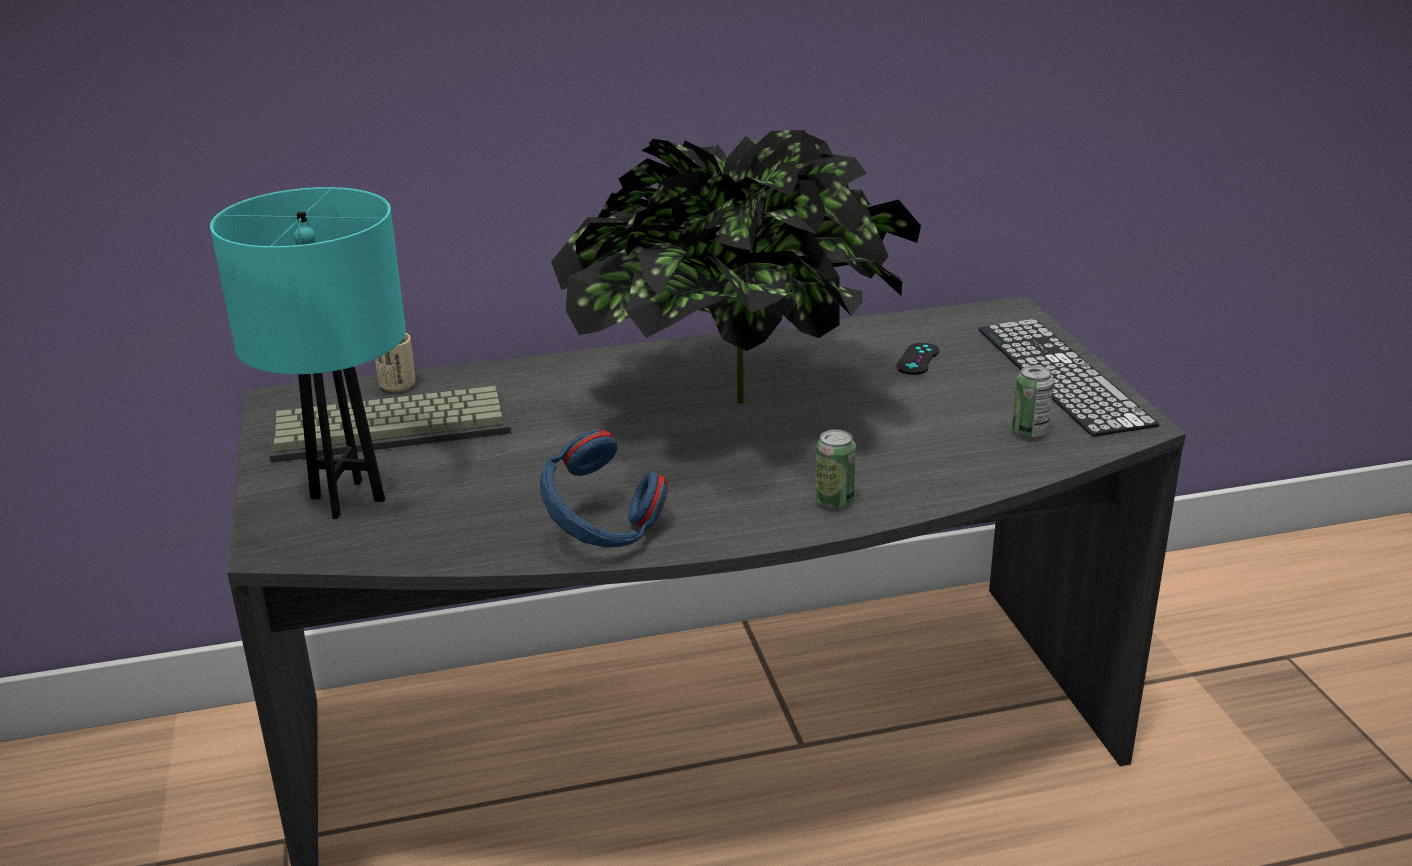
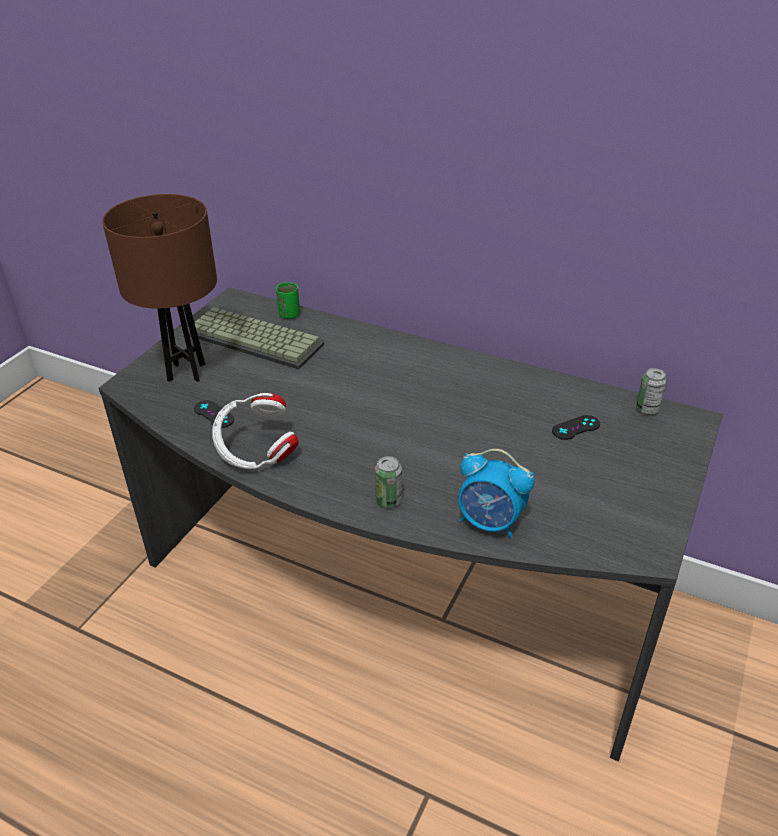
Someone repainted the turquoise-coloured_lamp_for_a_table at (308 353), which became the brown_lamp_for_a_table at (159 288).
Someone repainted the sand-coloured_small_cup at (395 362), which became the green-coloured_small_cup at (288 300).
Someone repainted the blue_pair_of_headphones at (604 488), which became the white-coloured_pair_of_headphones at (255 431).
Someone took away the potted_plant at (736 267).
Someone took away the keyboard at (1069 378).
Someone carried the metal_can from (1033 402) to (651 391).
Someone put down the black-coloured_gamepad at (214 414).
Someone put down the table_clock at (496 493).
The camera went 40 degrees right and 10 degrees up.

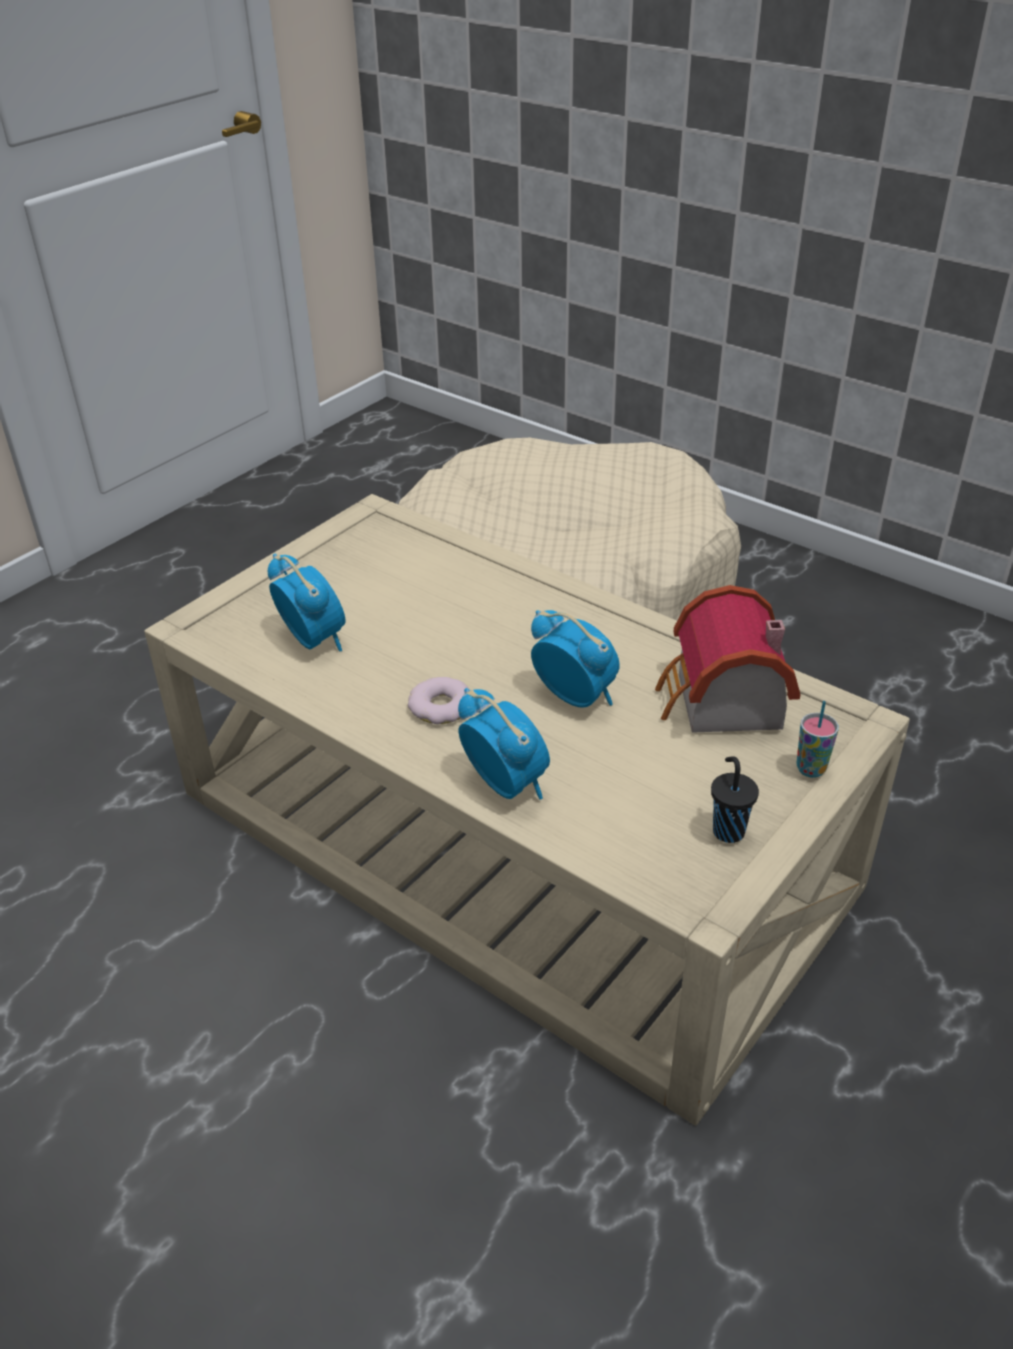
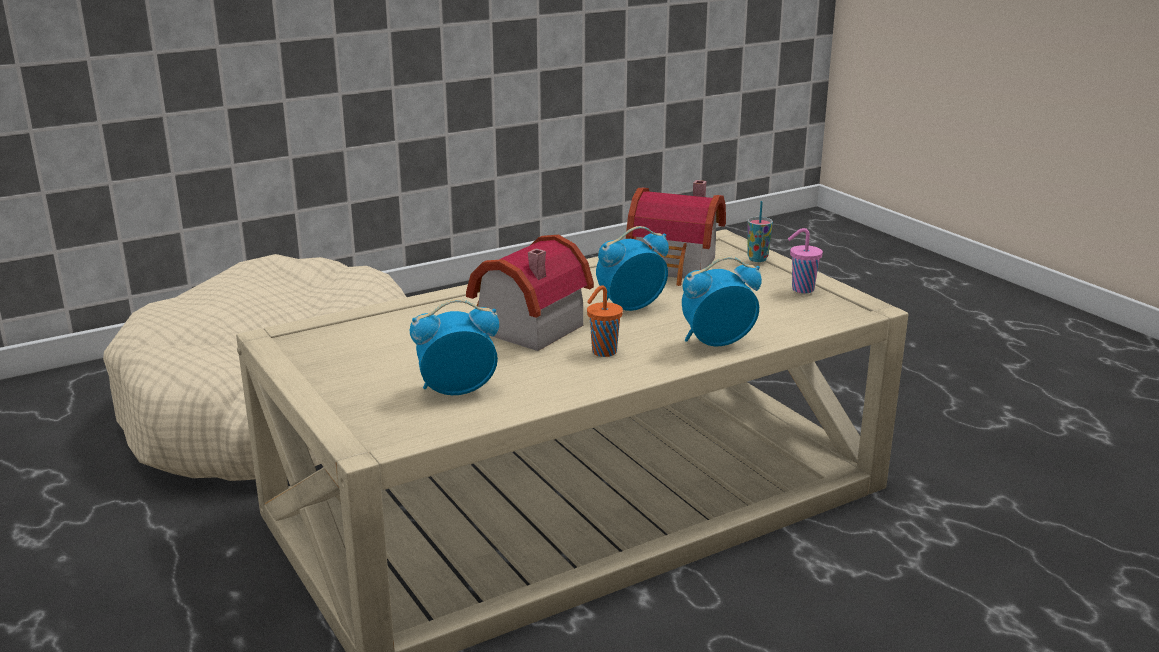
Someone swapped the donut at (438 700) for the orange-coloured_small_cup at (605 321).
Someone repainted the black-coloured_small_cup at (735 799), which became the pink-coloured_small_cup at (805 260).
Someone put down the miniature_house at (530 293).
The camera went 70 degrees left and 15 degrees down.

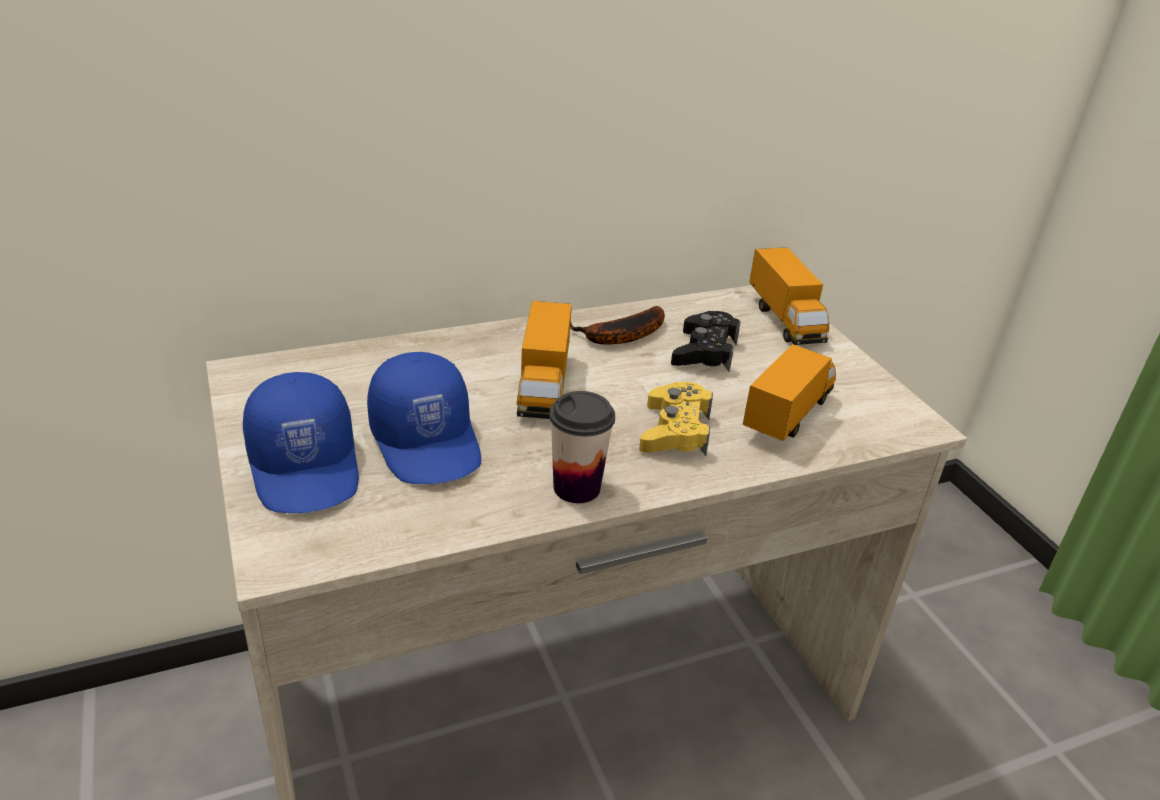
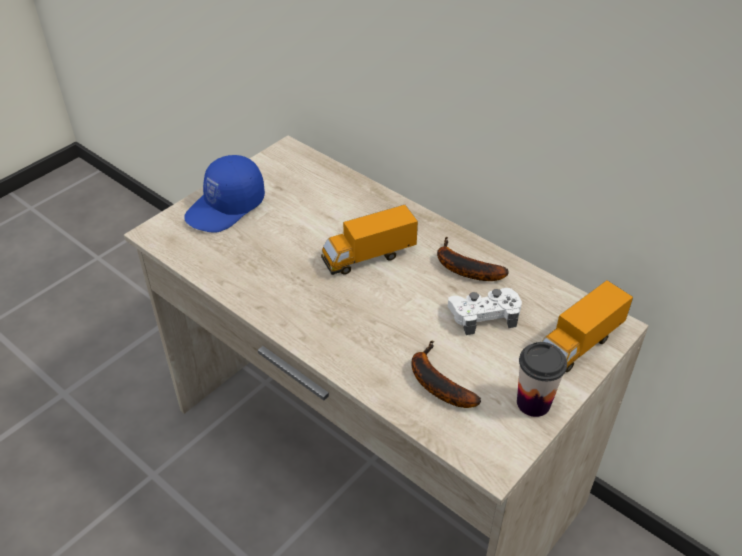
Someone took away the blue_peaked_cap at (424 418).
Someone carried the small_cup from (582 447) to (542 379).
Someone took away the yellow_gamepad at (676 419).
Someone repainted the black-coloured_gamepad at (706 341), which became the white-coloured_gamepad at (485 311).
Someone swapped the model_truck at (789 392) for the banana_fruit at (446 374).
The camera went 65 degrees right and 10 degrees up.

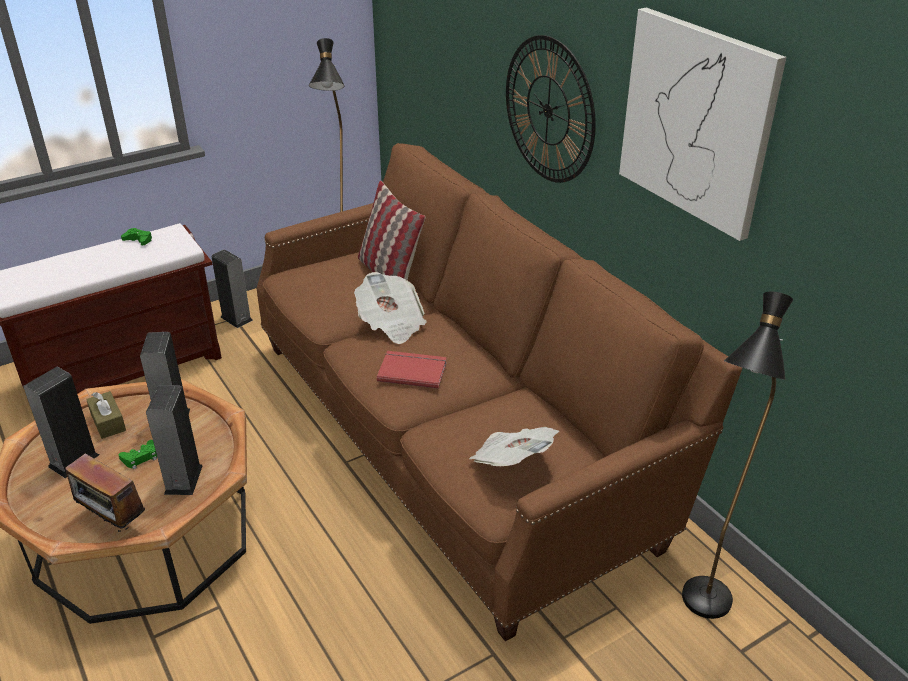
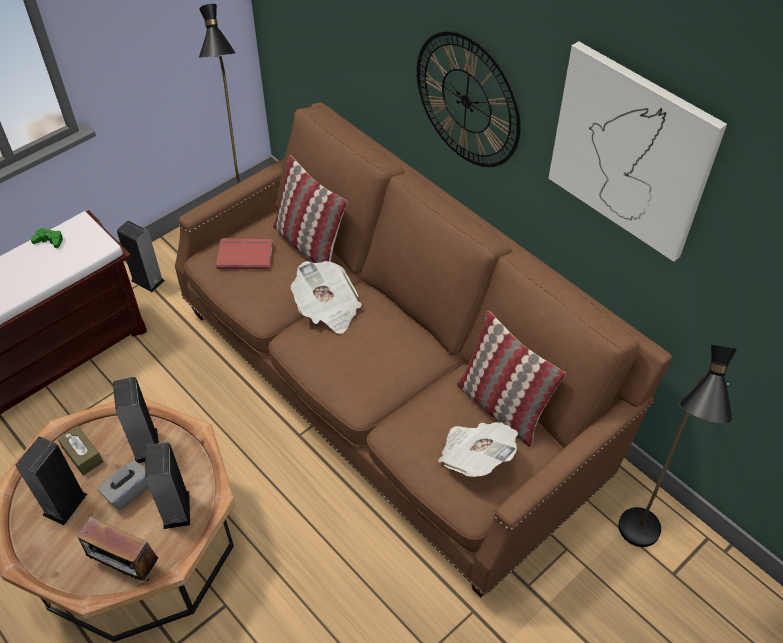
Someone swapped the green-coloured_gamepad at (137 454) for the greyish_tissue_holder at (123 485).
Someone carried the red_bound_book from (412 370) to (244 254).
Someone put down the throw_pillow at (511 379).
The camera went 10 degrees left and 15 degrees up.

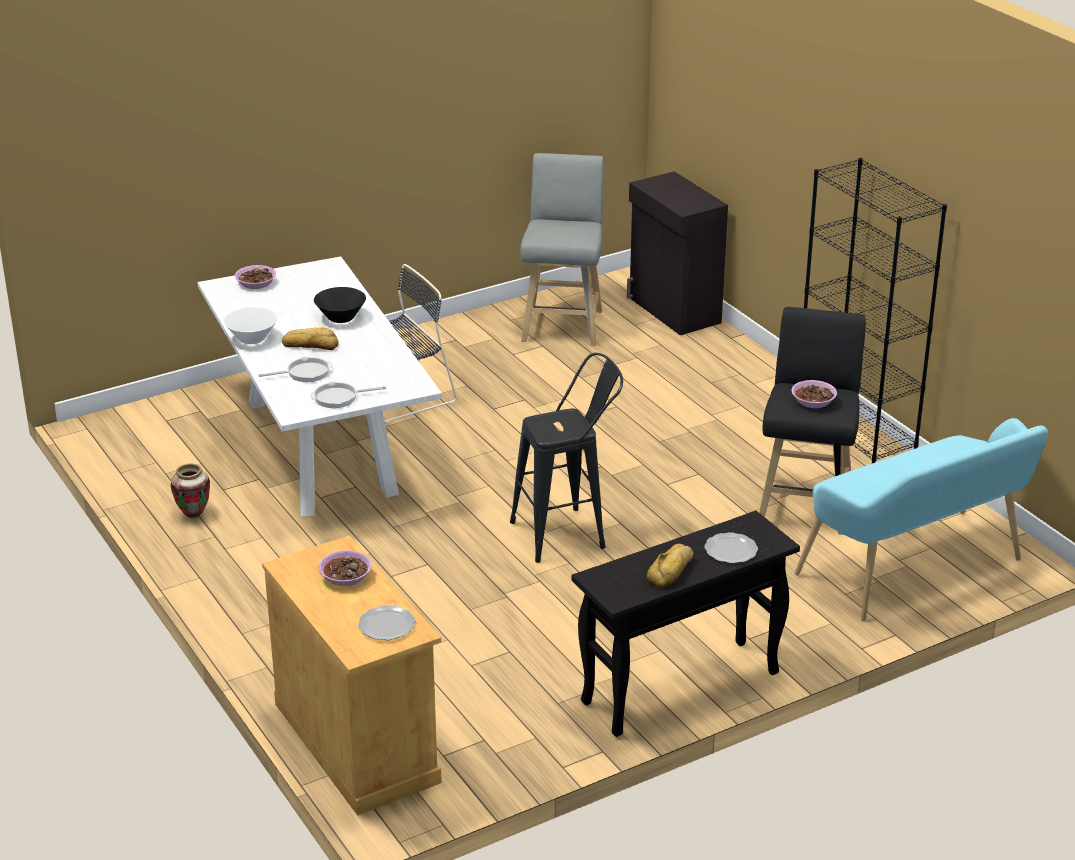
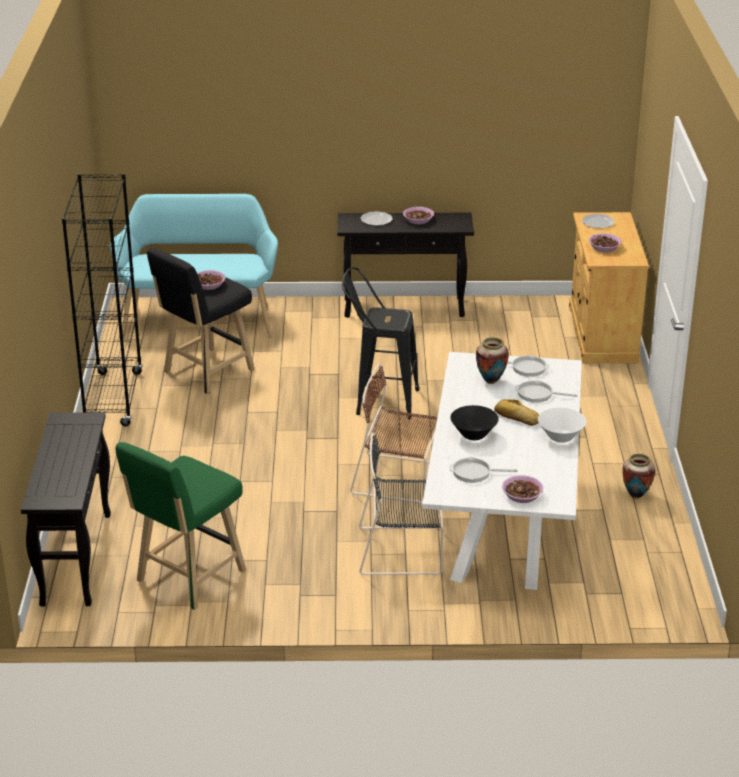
Someone repainted the greyish_stool_seat at (562 249), which became the green-coloured_stool_seat at (181 526).
Someone swapped the black-coloured_cabinet at (677 253) for the black-coloured_hall_table at (66 509).
Someone swapped the baked_bread at (670 566) for the deep_dish at (418 215).
Someone put down the brown_upright_chair at (393 434).
Someone put down the pan at (484 470).
Someone put down the flower_vase at (492 360).
The camera went 150 degrees left and 0 degrees up.

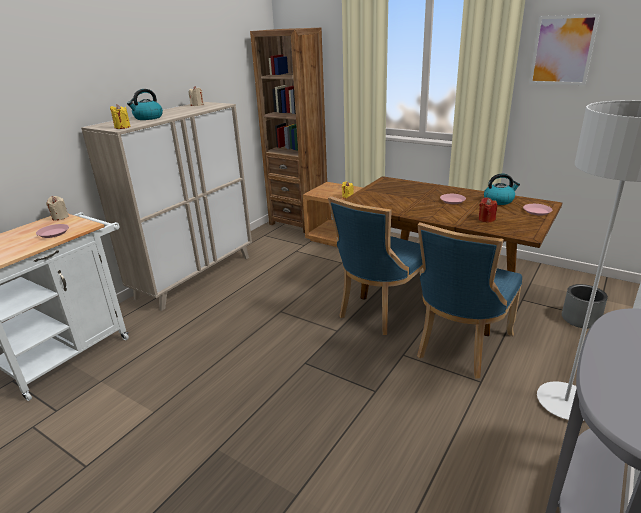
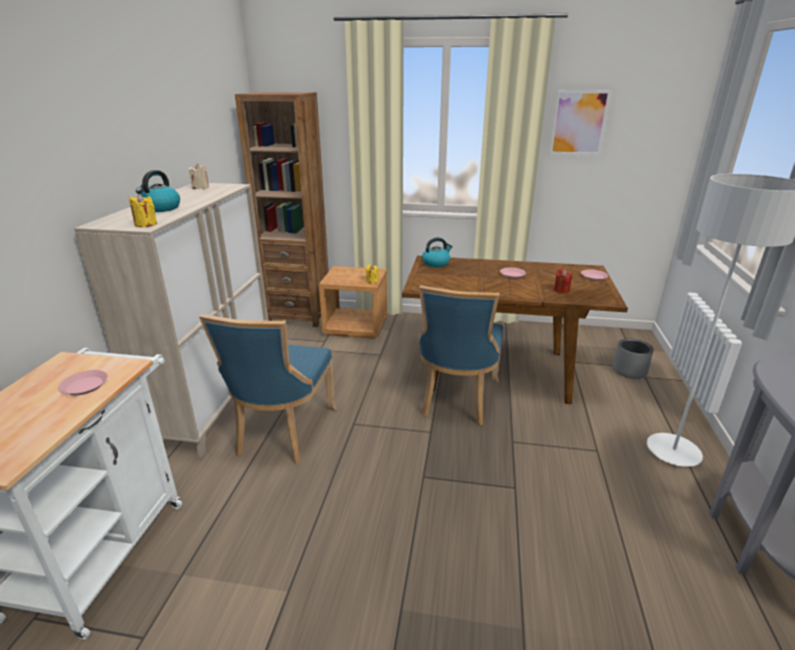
Someone took away the sand-coloured_candle at (57 208).
Someone carried the blue_upright_chair from (469 300) to (267 389).
Someone carried the kettle from (502 189) to (437 252).
The camera went 25 degrees left and 0 degrees up.

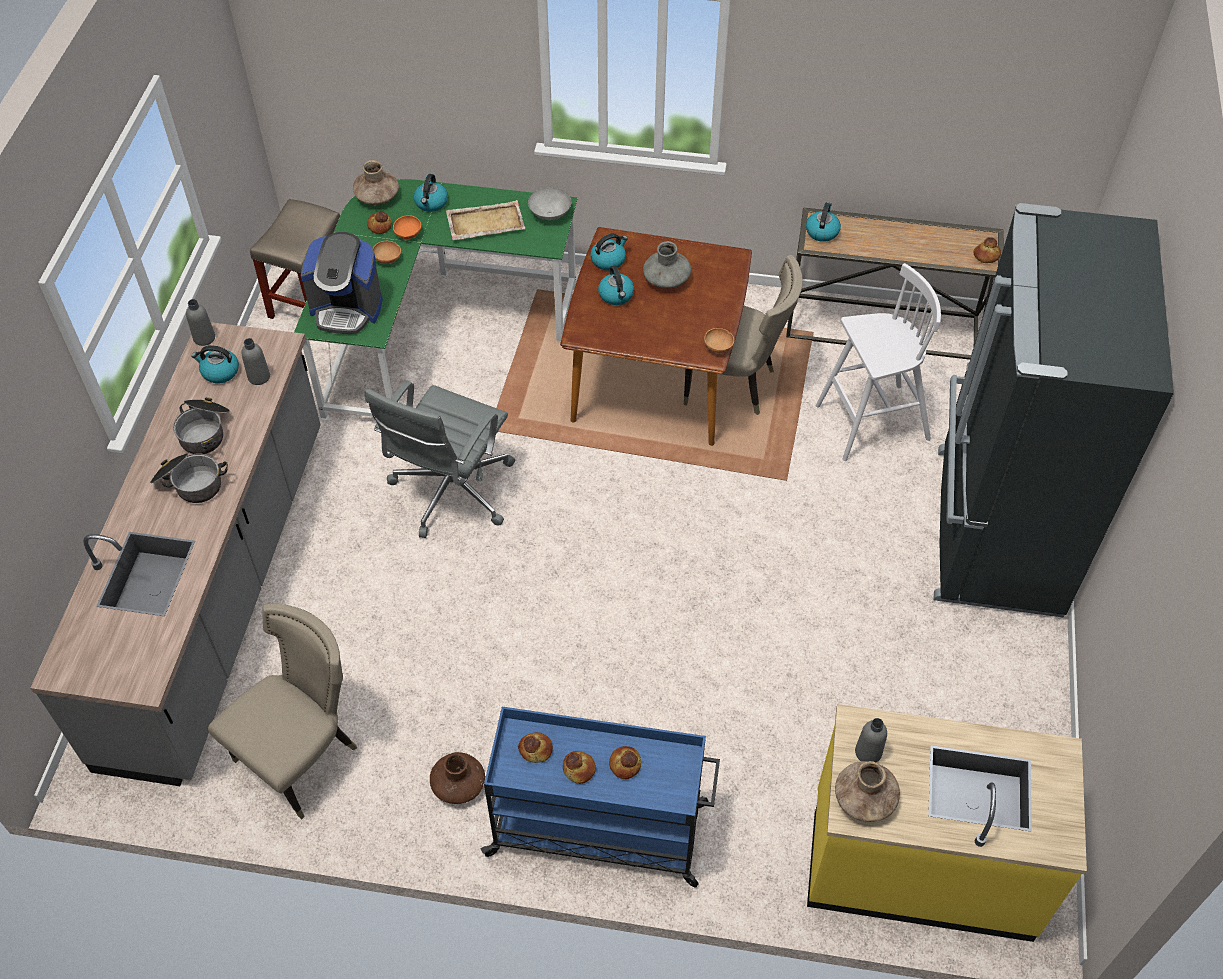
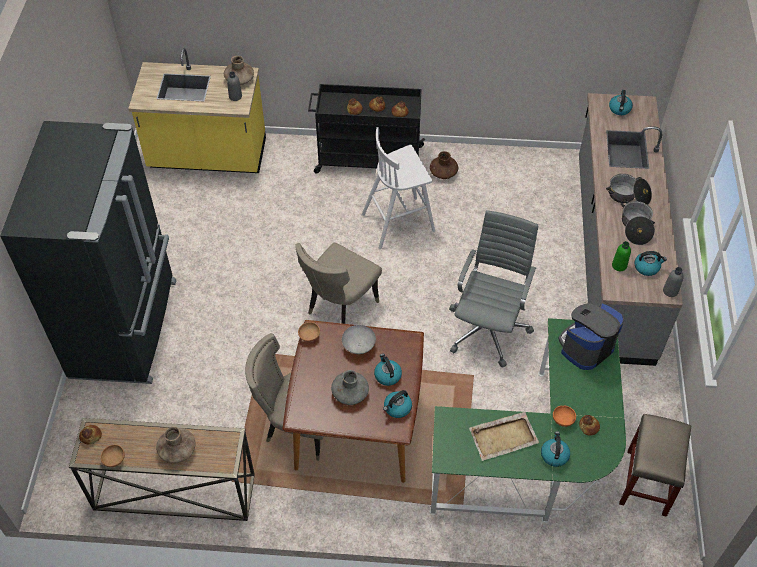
Someone carried the sand-coloured_upright_chair from (282 711) to (338 283).
Someone repainted the greyish_beverage_bottle at (256 361), which became the green-coloured_beverage_bottle at (621 256).
Someone rotated the coffee_maker at (342 283) by 45 degrees counterclockwise.
Someone carried the brown_flower_vase from (376 182) to (175 444).
Someone carried the brown_deep_dish from (387 252) to (112 456).
Someone repainted the blue_cart at (600 797), which became the black-coloured_cart at (366 128).
Someone carried the greyish_deep_dish from (549 203) to (359 339).
Someone carried the kettle from (823 222) to (621 102).
Someone carried the white-coloured_stool_seat from (878 362) to (398 188).
The camera went 175 degrees right and 0 degrees up.

